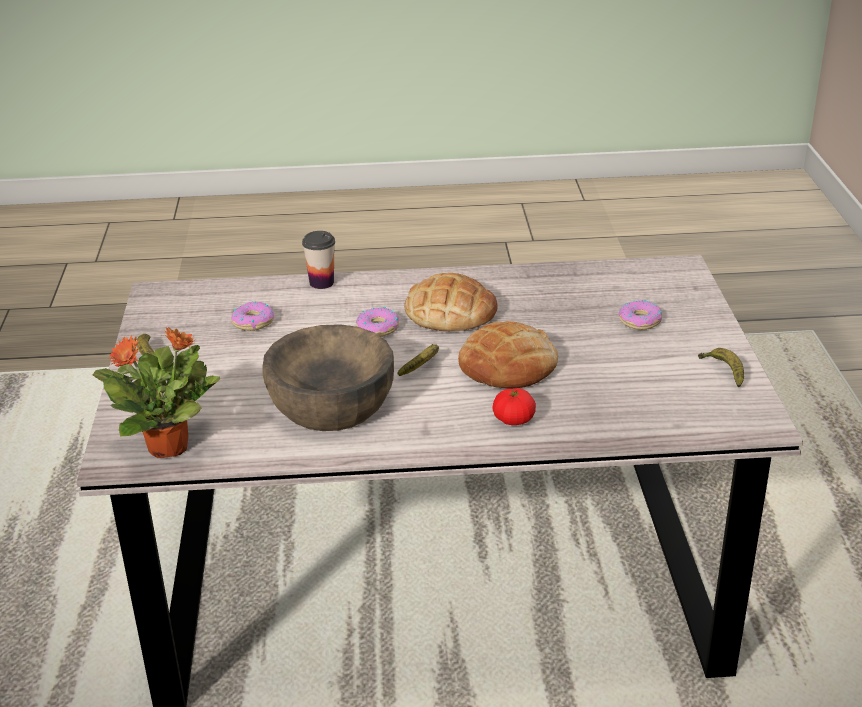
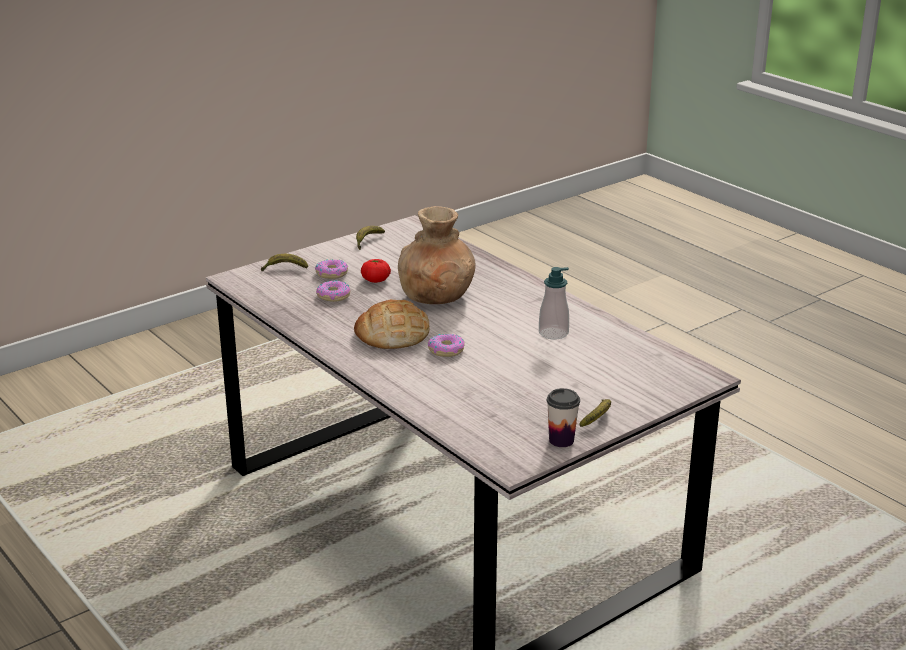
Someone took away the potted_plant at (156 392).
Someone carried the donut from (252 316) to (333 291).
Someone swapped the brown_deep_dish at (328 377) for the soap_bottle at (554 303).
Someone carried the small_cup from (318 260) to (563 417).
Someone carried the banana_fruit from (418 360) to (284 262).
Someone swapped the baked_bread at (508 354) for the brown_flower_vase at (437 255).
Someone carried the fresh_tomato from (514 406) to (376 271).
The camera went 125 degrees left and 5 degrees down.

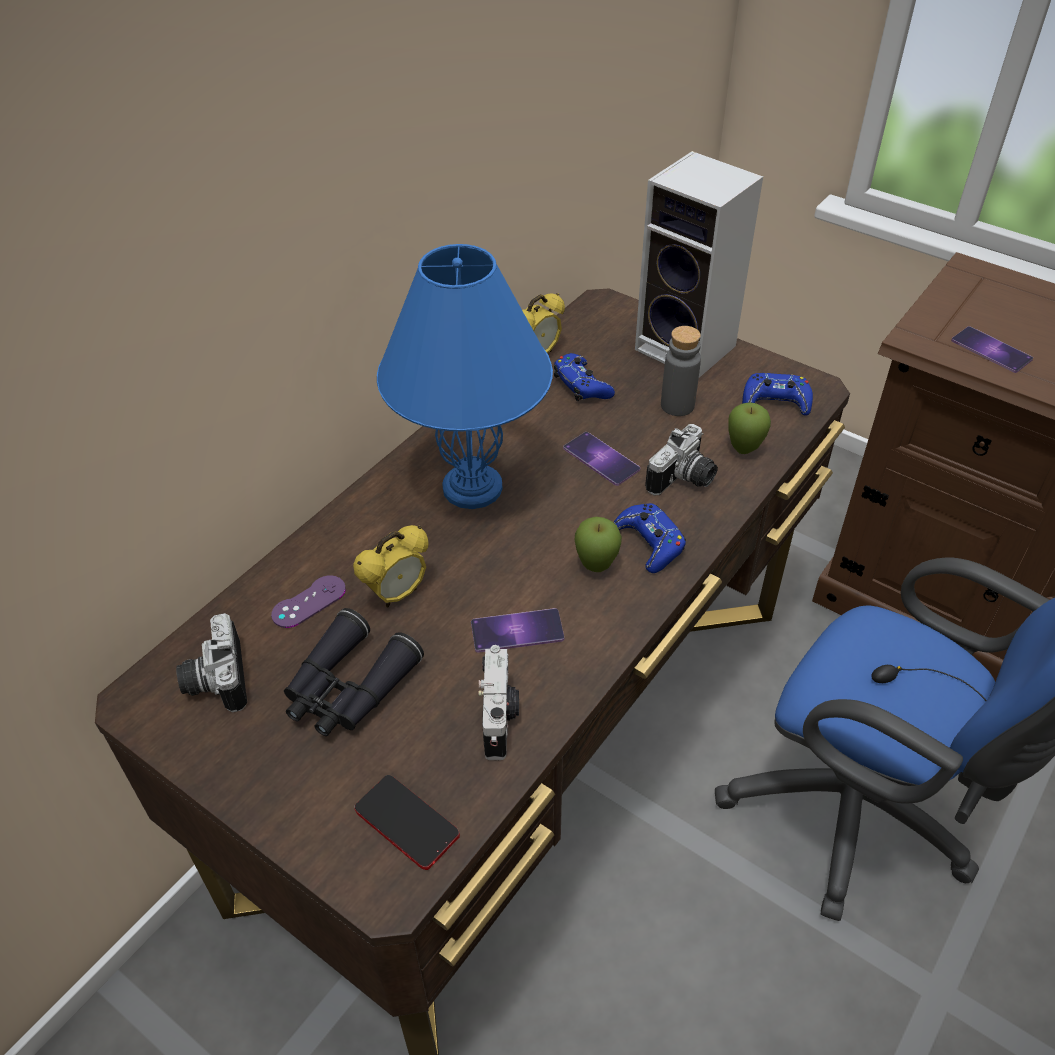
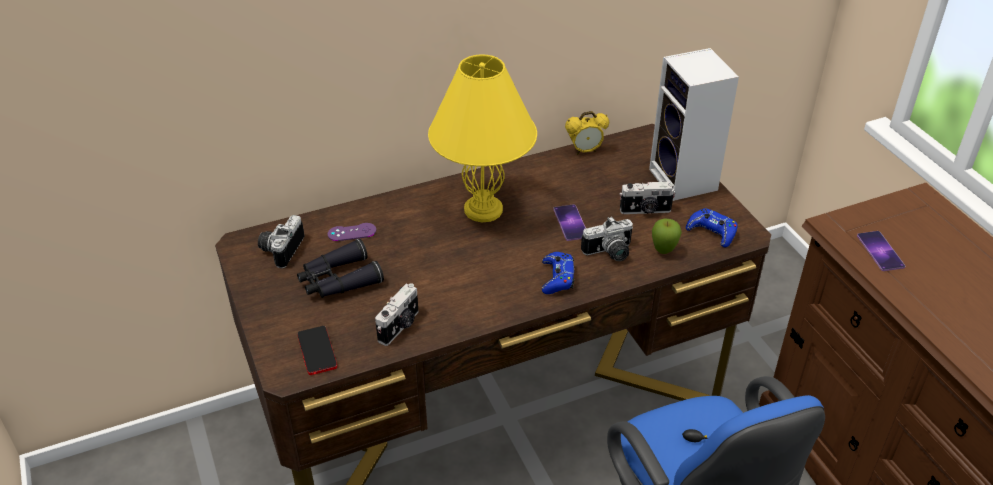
Someone took away the table_clock at (390 566).
Someone repainted the blue_lamp_for_a_table at (465 376), which became the yellow_lamp_for_a_table at (482 138).
Someone took away the handset at (517 630).
Someone took away the blue_gamepad at (584 377).
Someone took away the apple_fruit at (598 544).
Someone swapped the greyish_beverage_bottle at (681 371) for the photo_camera at (648 197).
The camera went 30 degrees right and 5 degrees down.

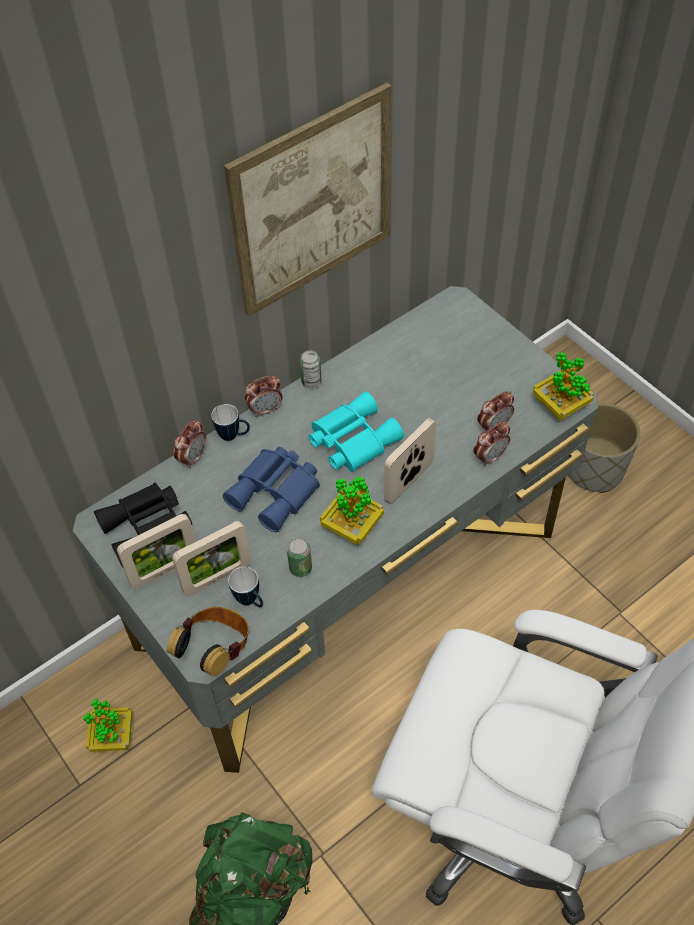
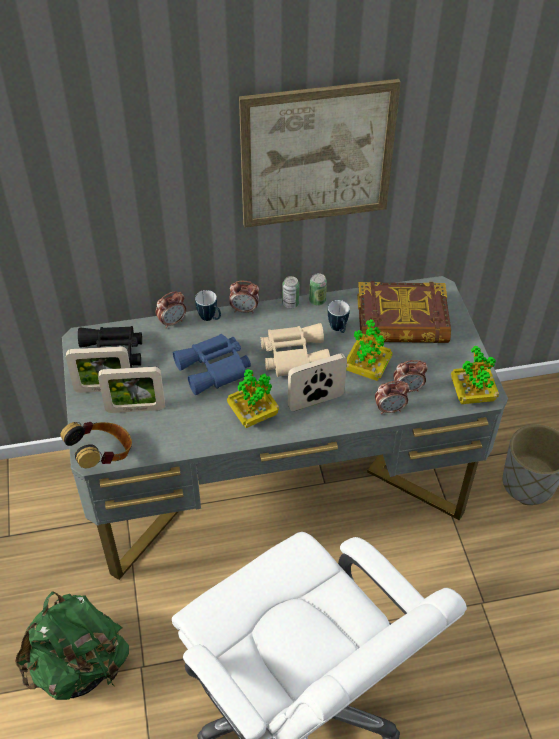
Someone carried the potted_plant from (108 725) to (369 350).
Someone carried the mug from (245 587) to (339 316).
Someone carried the metal_can from (299 557) to (318 289).
Someone repainted the turquoise-coloured_pair_of_binoculars at (356 431), which became the sand-coloured_pair_of_binoculars at (295 350).
Someone put down the bound_book at (404 312).
The camera went 25 degrees right and 5 degrees down.

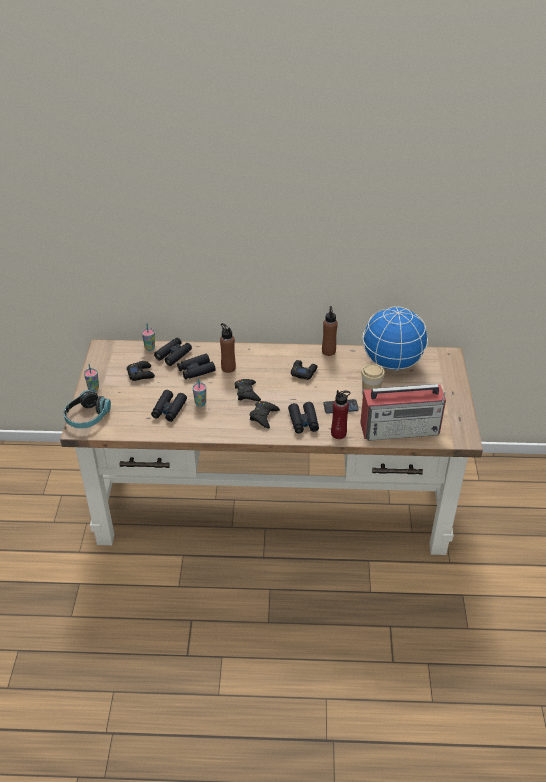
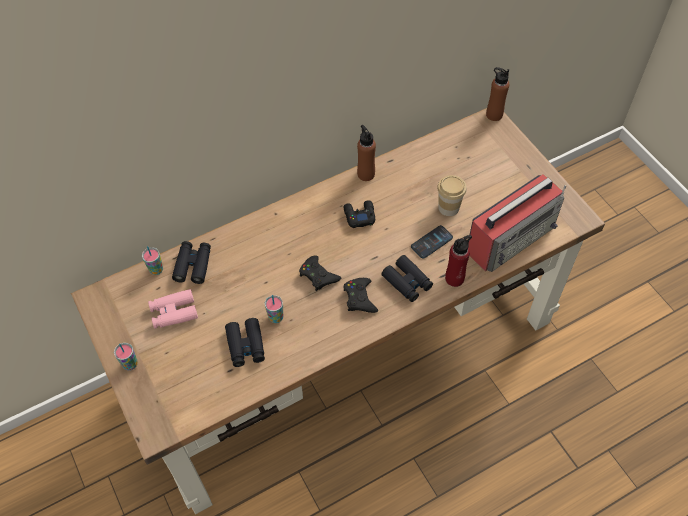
Someone took away the pair_of_headphones at (87 409).
Someone swapped the black-coloured_gamepad at (141 371) for the pink-coloured_pair_of_binoculars at (173 309).
Someone took away the black-coloured_pair_of_binoculars at (196 366).
Someone carried the brown_beverage_bottle from (228 348) to (497 94).
Someone took away the globe at (395 338).
The camera went 30 degrees left and 15 degrees up.

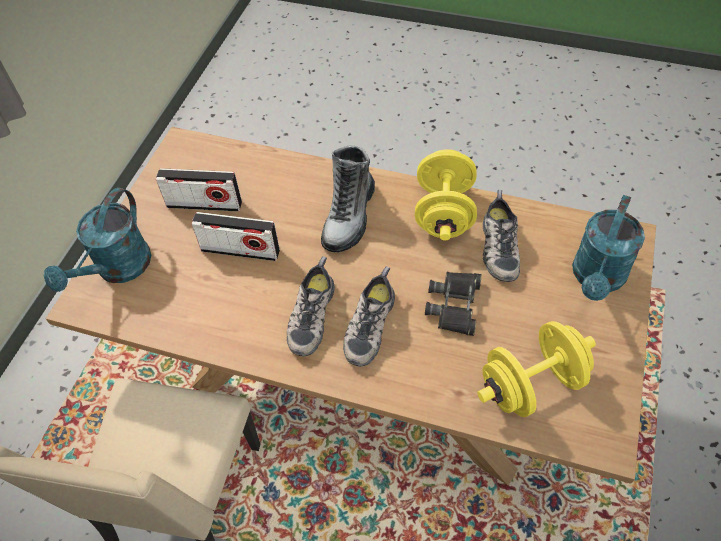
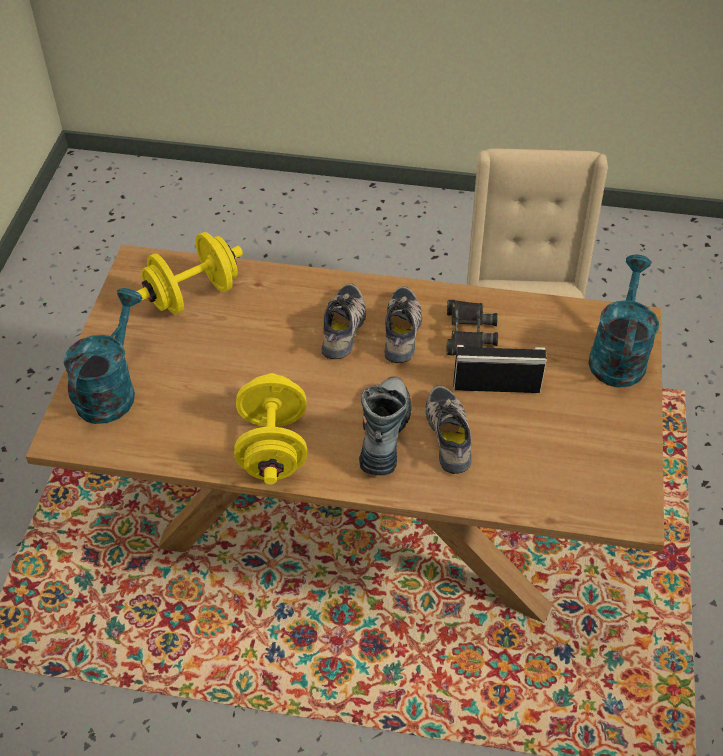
Someone took away the radio at (199 190).
Someone carried the black-coloured_pair_of_binoculars from (453 304) to (472 327).
Someone carried the item_of_footwear from (501 236) to (449 429).
The camera went 170 degrees right and 5 degrees down.

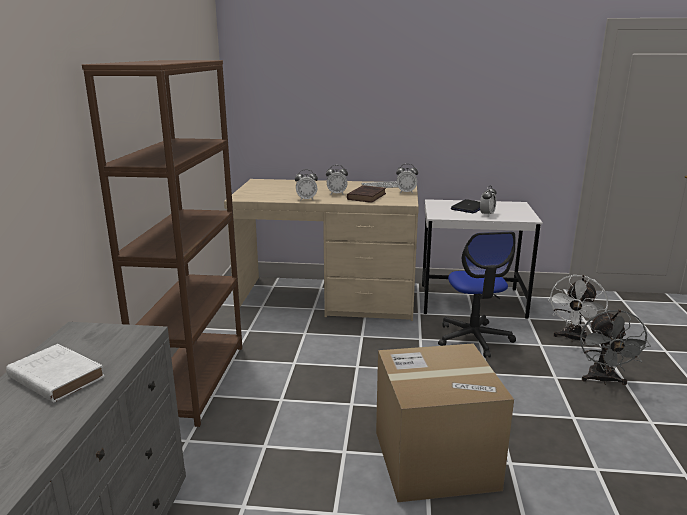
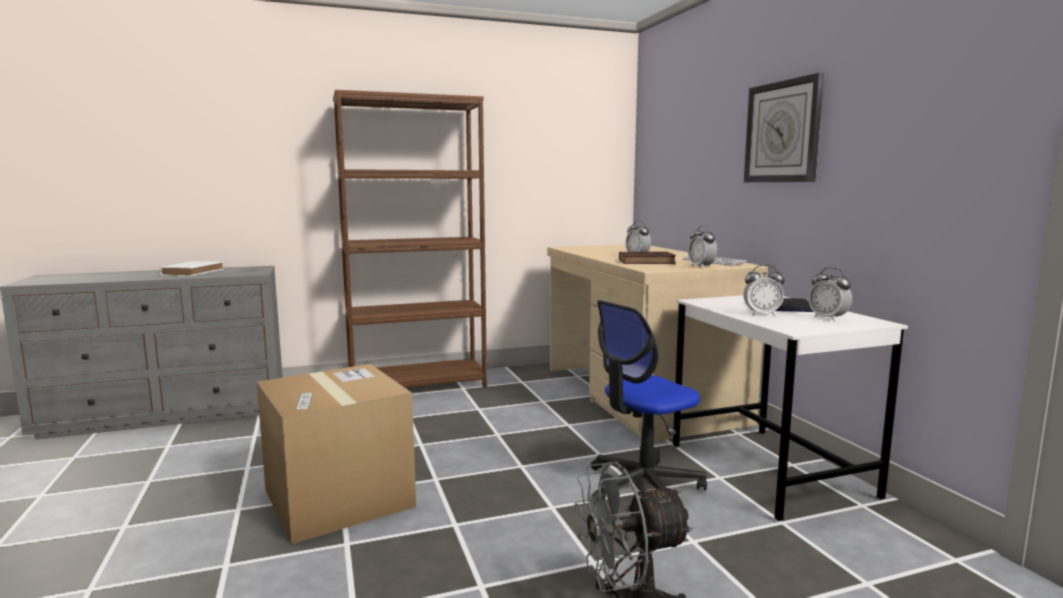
Someone carried the table_clock from (306 185) to (830 294).
Someone took away the white-coloured_fan at (578 308).
Someone put up the wall_clock at (784 127).
The camera went 65 degrees right and 10 degrees down.

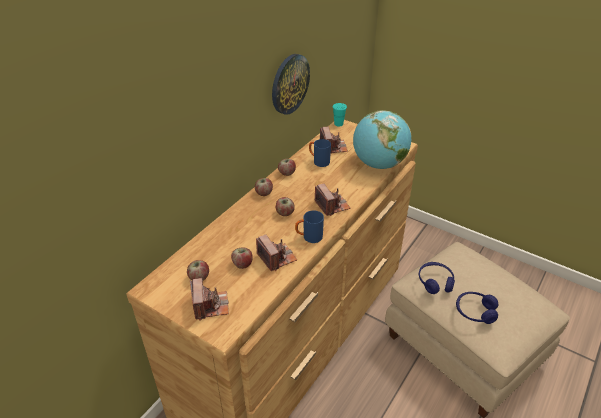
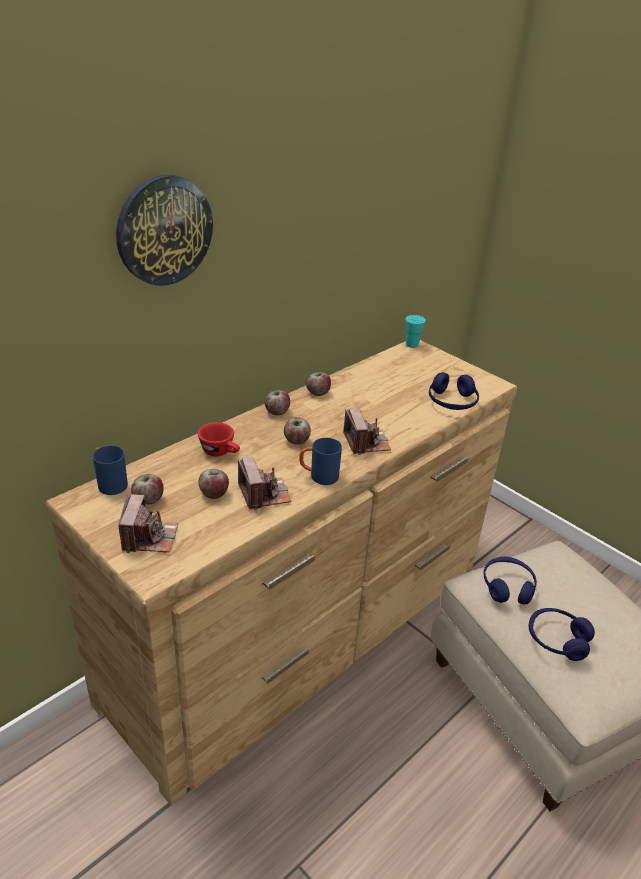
Someone carried the wall_clock from (291 84) to (164 230).
Someone carried the blue_mug from (320 153) to (110 470).
Someone took away the photo_camera at (334 140).
Someone swapped the globe at (382 139) for the blue_pair_of_headphones at (454 391).
Someone put down the red_small_cup at (219 439).
The camera went 10 degrees right and 5 degrees down.

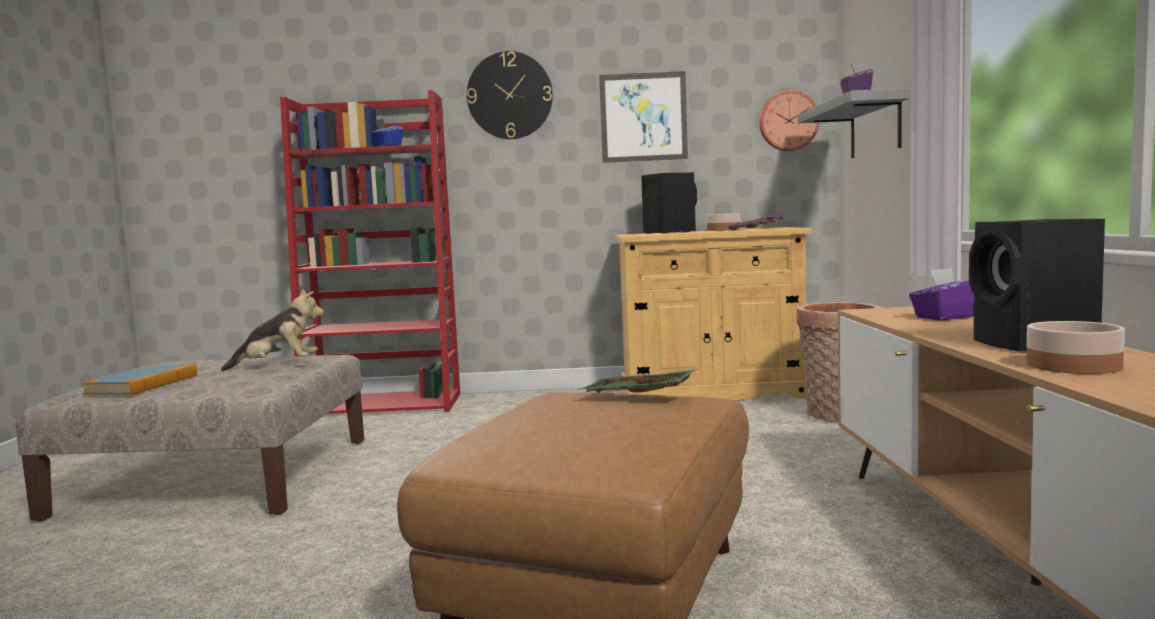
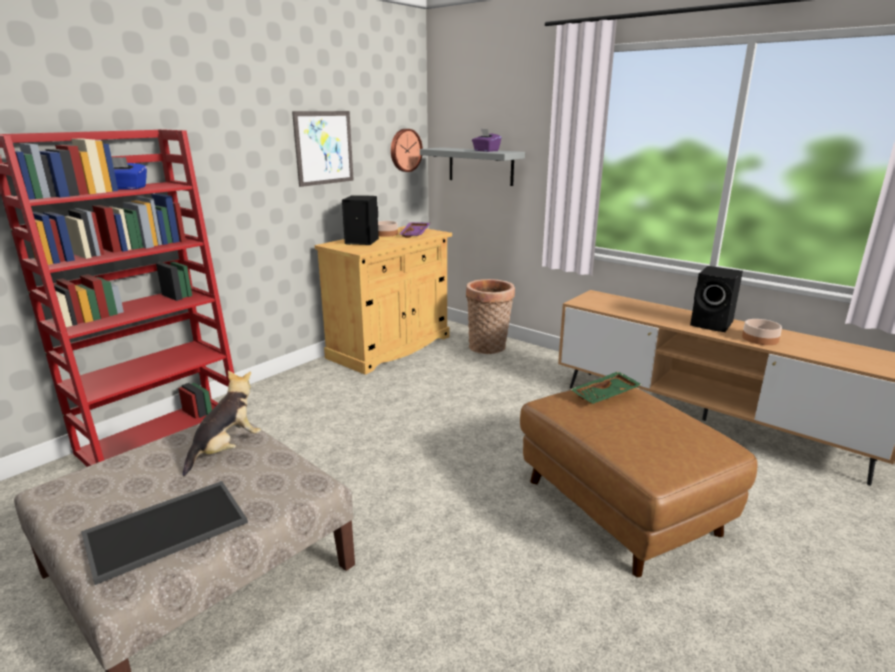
Someone swapped the bound_book at (139 379) for the serving_tray at (164 533).
Someone took away the wall_clock at (510 95).
Someone took away the purplish_tissue_holder at (941 294).
The camera went 50 degrees left and 15 degrees up.

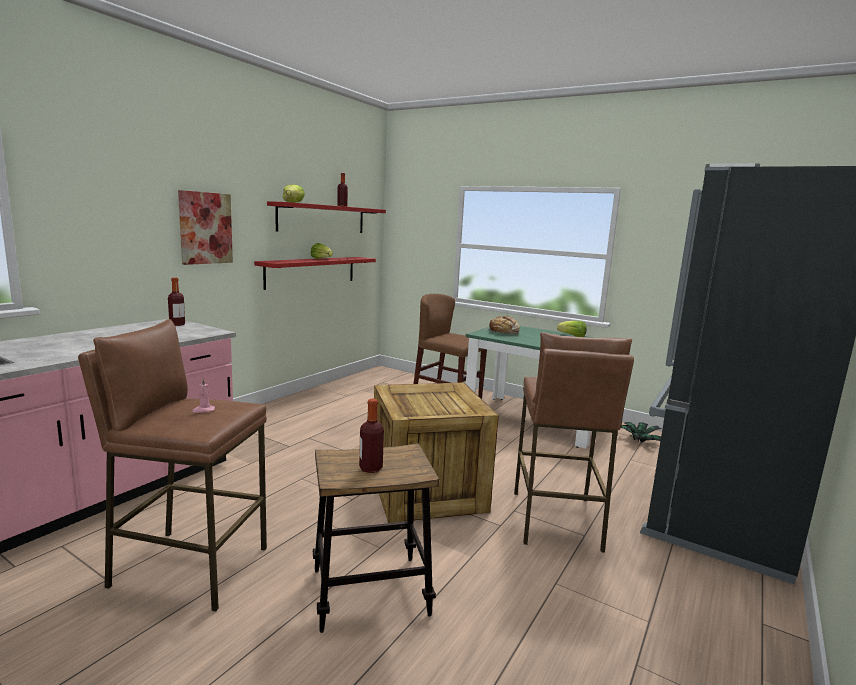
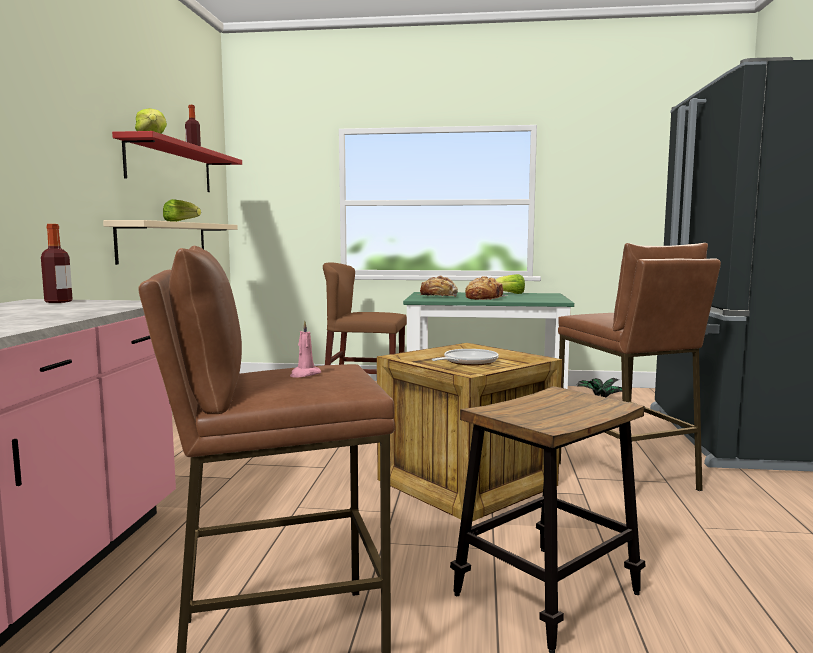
Someone took away the wall_picture at (205 227).
Someone repainted the red_wall_shelf at (315 273), which became the sand-coloured_wall_shelf at (170 242).
Someone took away the beverage_bottle at (371 435).
Someone put down the pan at (465 357).
Someone put down the baked_bread at (486 288).
The camera went 25 degrees left and 5 degrees down.

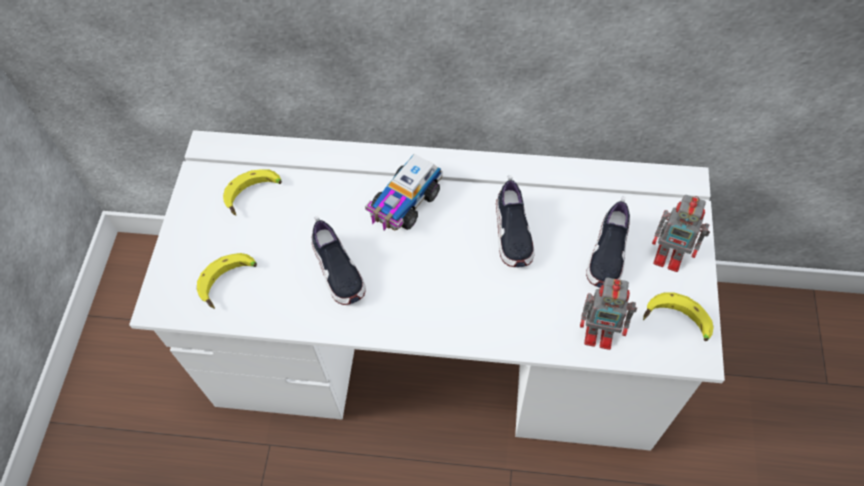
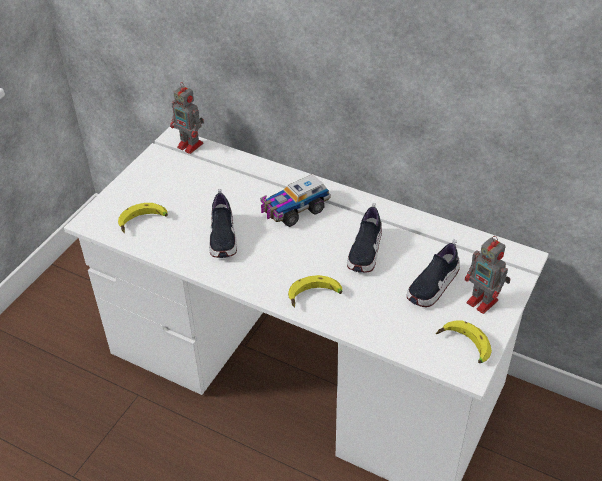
Someone carried the banana_fruit from (252 192) to (315 291).
Someone carried the toy_robot from (608 313) to (187 118).
The camera went 20 degrees right and 15 degrees down.

